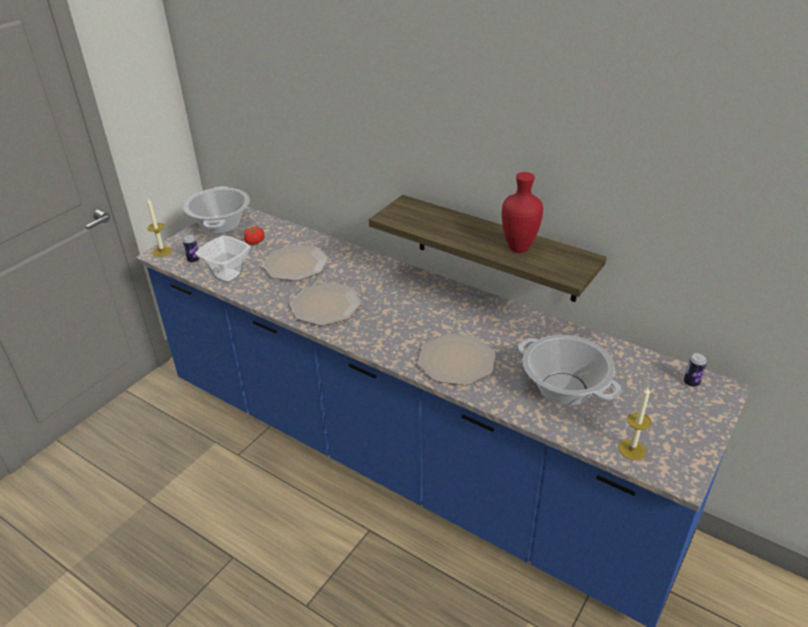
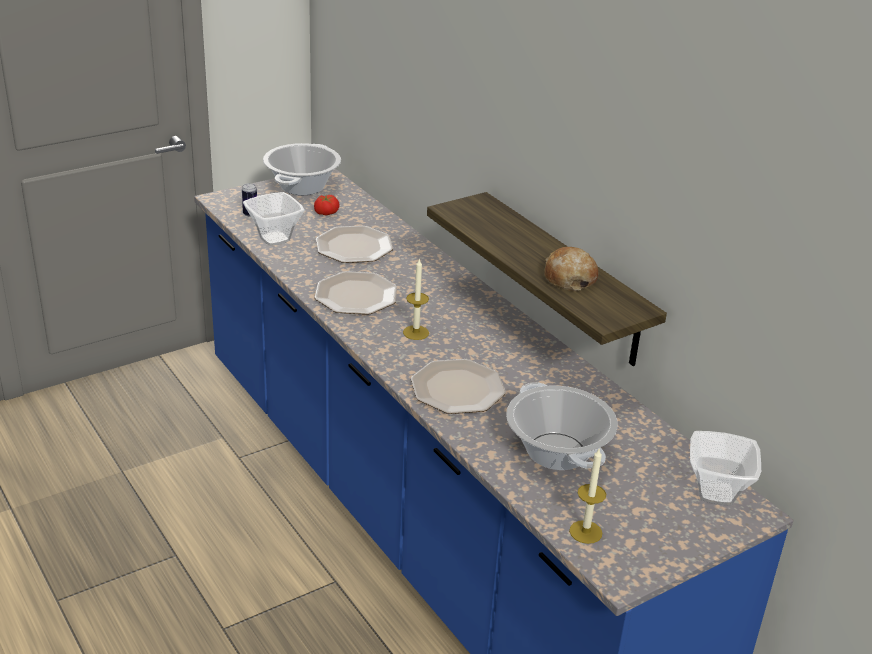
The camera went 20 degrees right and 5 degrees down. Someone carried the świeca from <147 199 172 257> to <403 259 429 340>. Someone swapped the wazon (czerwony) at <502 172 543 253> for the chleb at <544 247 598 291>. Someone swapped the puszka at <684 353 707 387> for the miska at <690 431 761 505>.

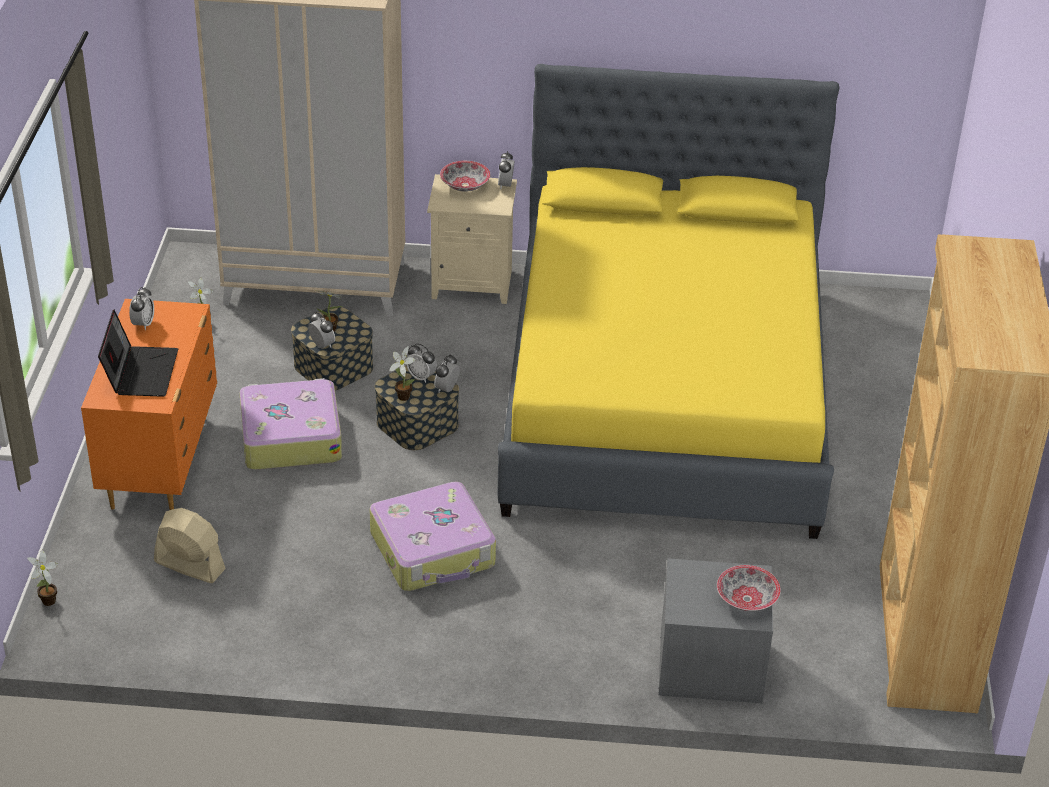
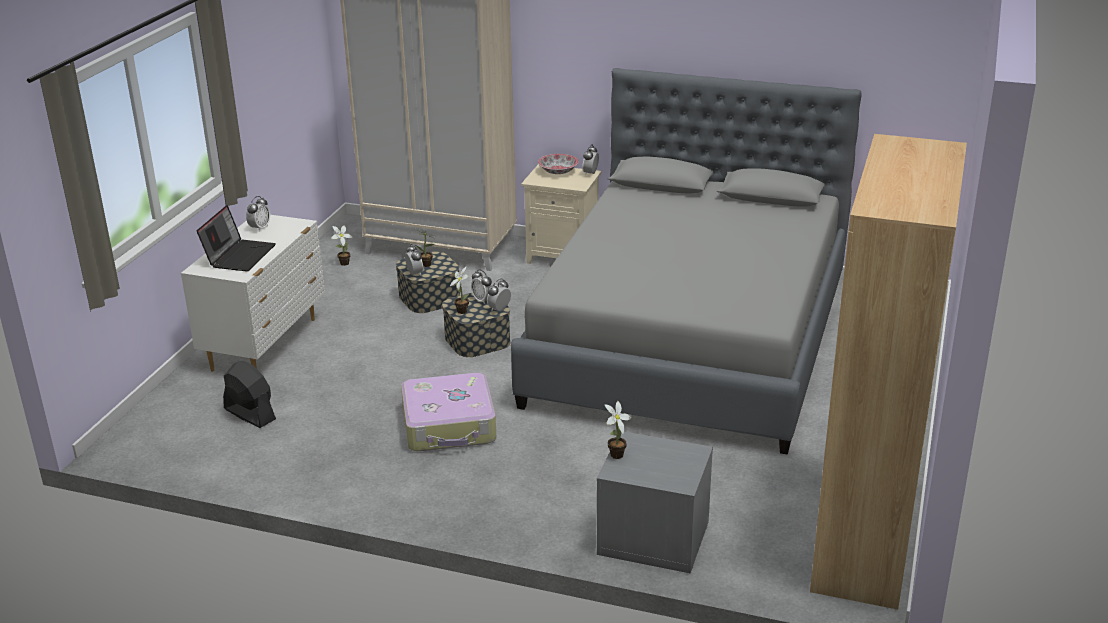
The camera went 15 degrees right and 10 degrees down. Someone carried the roślina doniczkowa from <27 550 58 606> to <605 401 631 459>. Someone repainted the komoda (pomarańczowy) at <81 299 217 510>, which became the komoda (biały) at <181 215 325 371>. Someone repainted the wentylator (beżowy) at <154 508 226 583>, which became the wentylator (czarny) at <223 361 276 428>. Someone took away the walizka at <240 378 342 470>. Someone repainted the łóżko (żółty) at <497 64 840 539>, which became the łóżko (szary) at <511 68 862 455>. Someone took away the miska at <717 565 781 611>.

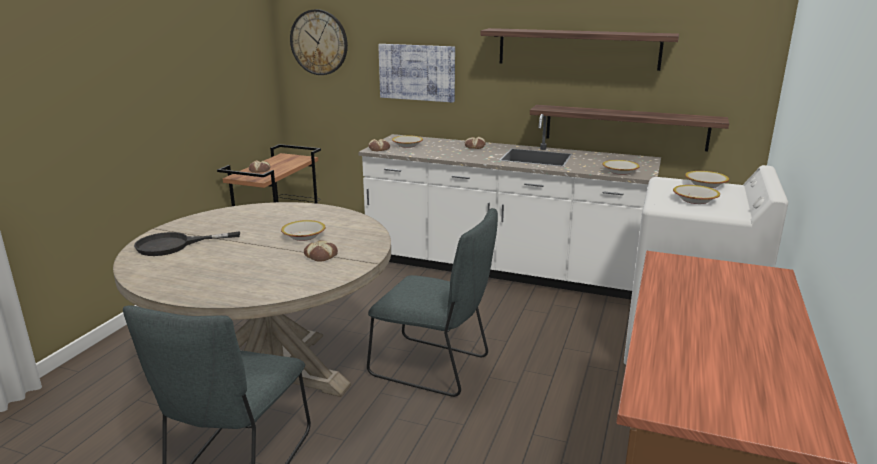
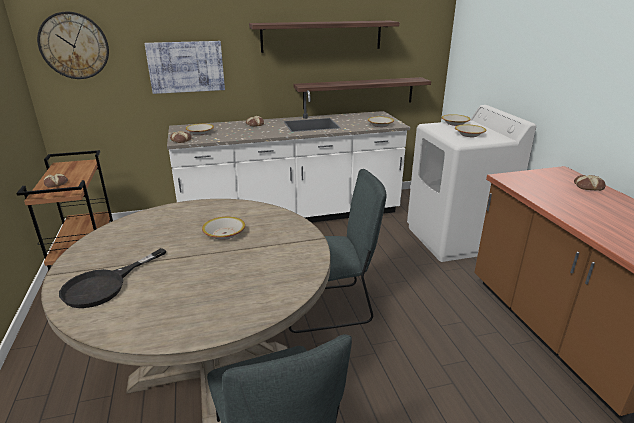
The camera went 35 degrees left and 5 degrees up. Someone carried the chleb from <304 240 338 262> to <574 175 606 191>.

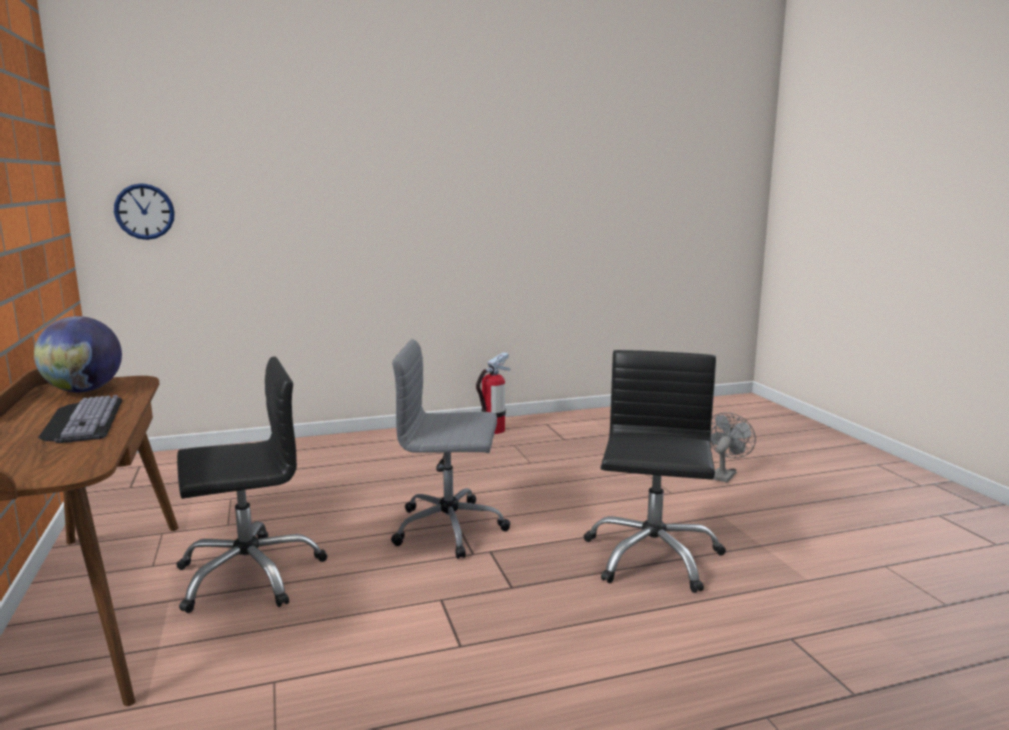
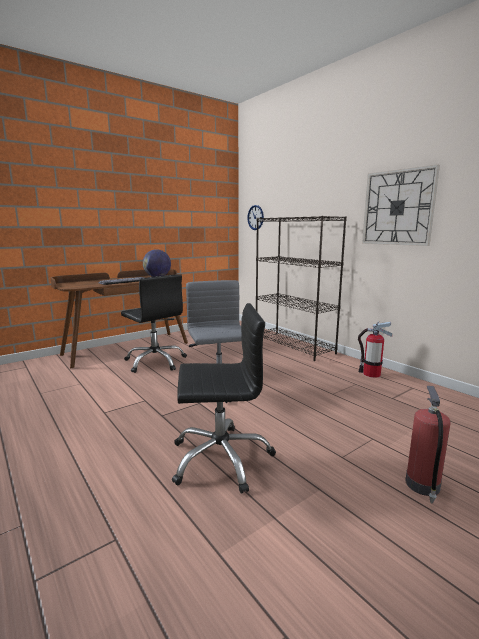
The camera went 70 degrees right and 0 degrees up. Someone swapped the wentylator (szary) at <711 412 756 483> for the gaśnica at <405 386 451 503>. Someone put down the regał (czarny) at <256 216 347 361>. Someone put up the zegar ścienny at <362 165 440 246>.

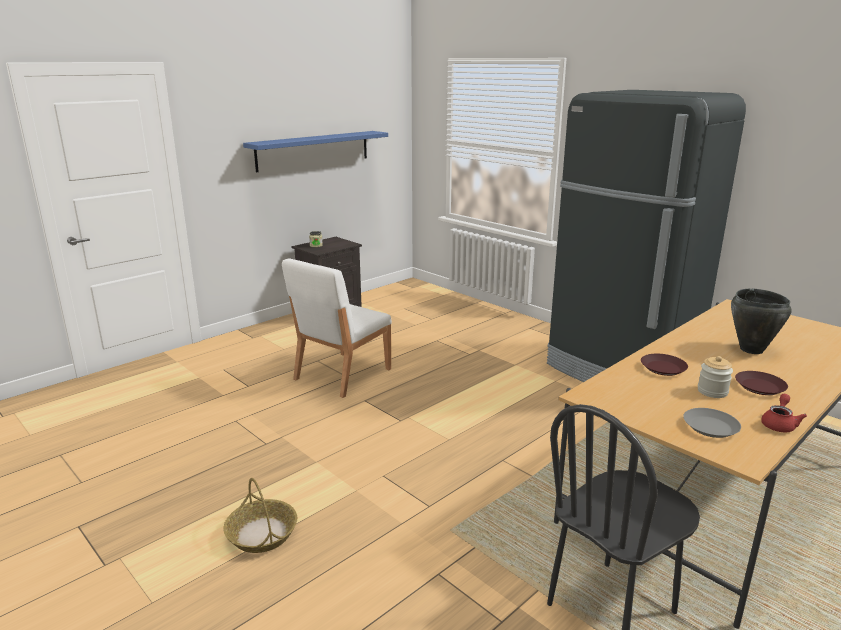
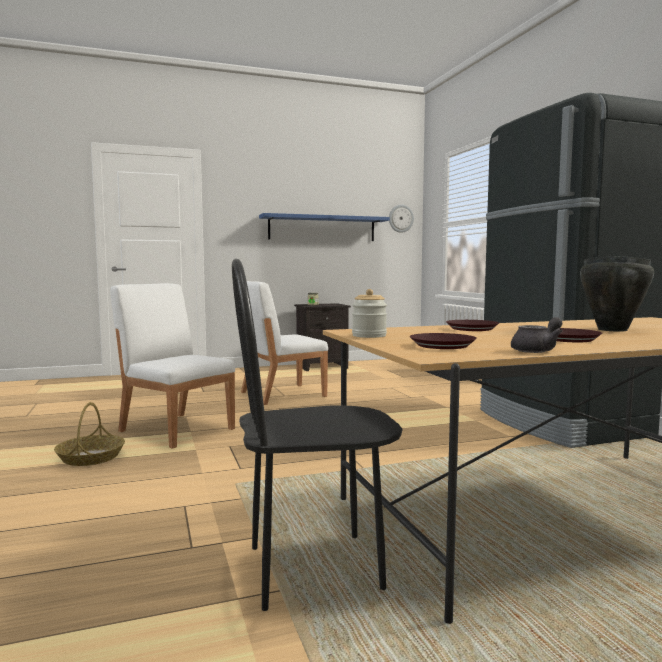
The camera went 25 degrees right and 15 degrees down. Someone repainted the talerz (szary) at <683 408 741 438>, which became the talerz (brązowy) at <410 333 477 349>. Someone carried the słoik from <698 356 733 398> to <352 289 387 338>. Someone repainted the imbryk (czerwony) at <761 394 807 432>, which became the imbryk (szary) at <511 317 563 353>. Someone put down the krzesło (biały) at <110 283 235 449>. Someone put up the zegar ścienny at <389 204 414 233>.

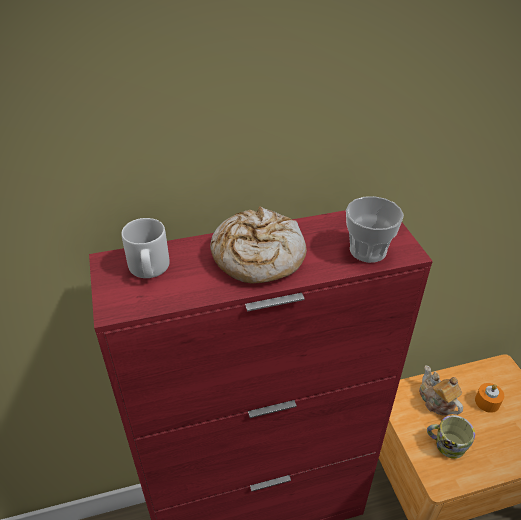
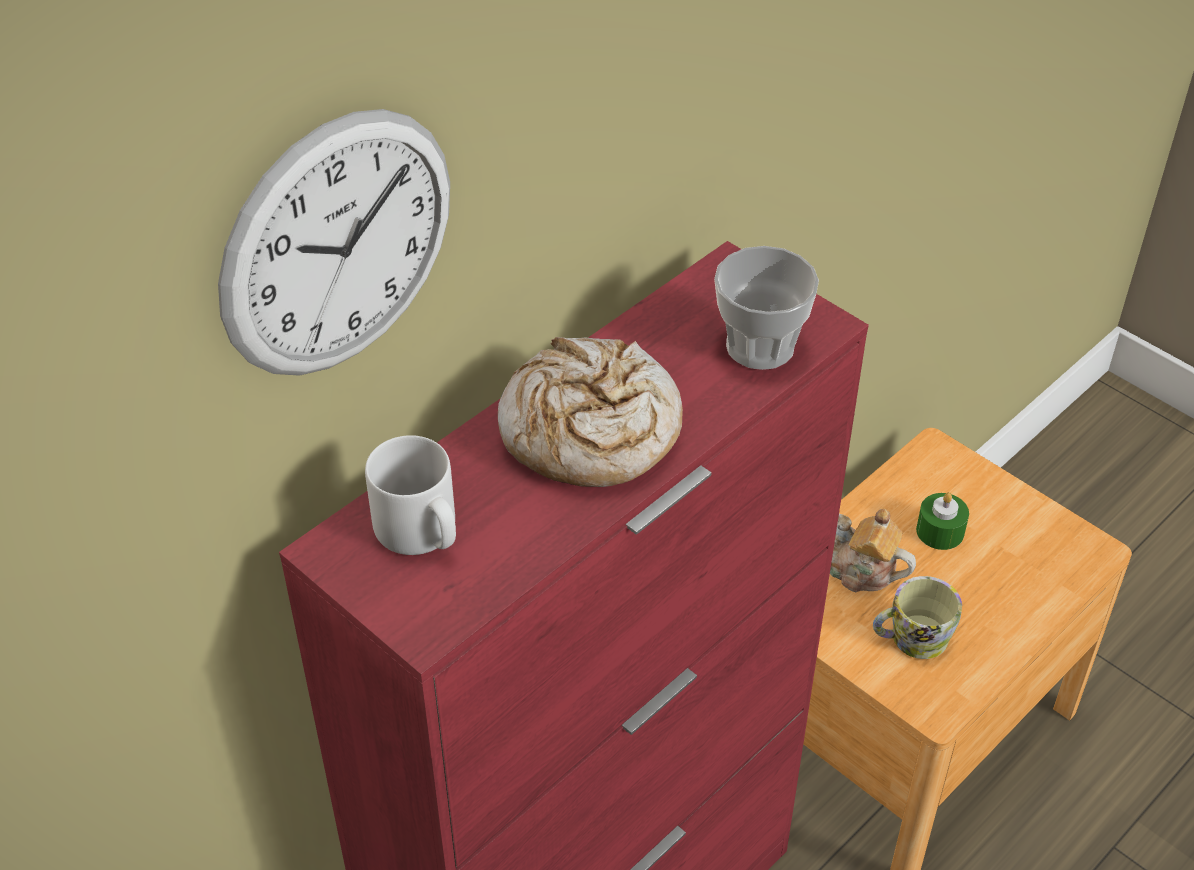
The camera went 30 degrees left and 5 degrees up. Someone repainted the świeca (pomarańczowy) at <475 383 504 413>, which became the świeca (zielony) at <916 492 969 550>. Someone put up the zegar ścienny at <218 109 450 376>.

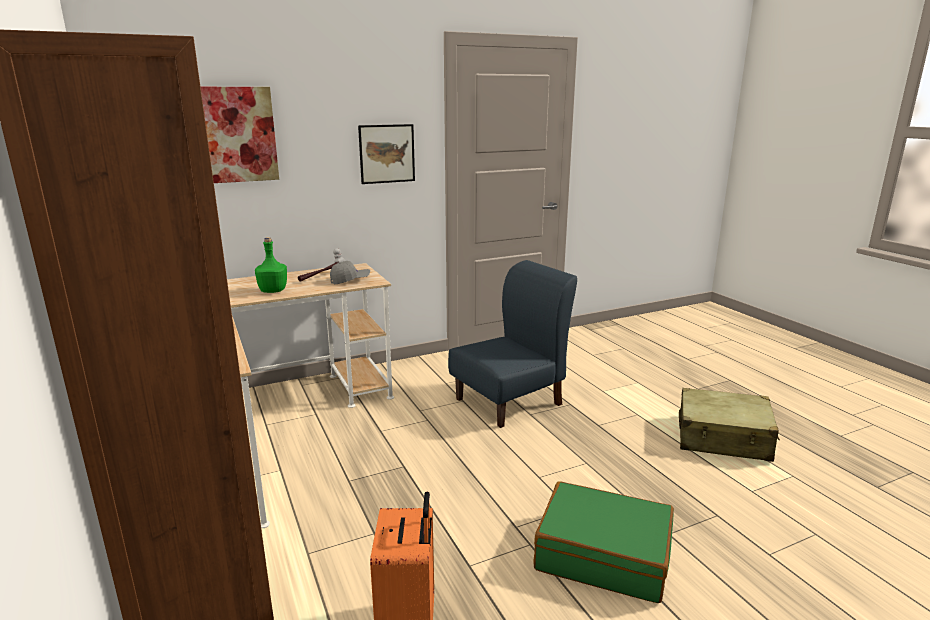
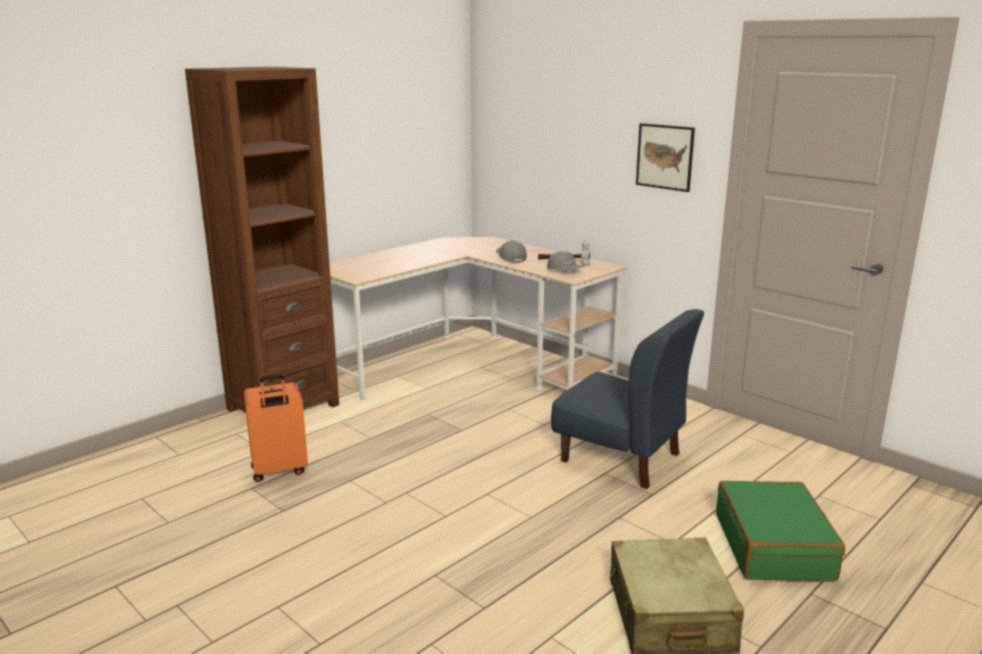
The camera went 70 degrees right and 0 degrees up. Someone took away the obraz at <201 87 279 183>. Someone swapped the butelka (zielony) at <255 237 287 293> for the czapka z daszkiem (szary) at <496 240 527 263>. Someone carried the walizka (zielony) from <534 481 674 603> to <716 481 845 582>.

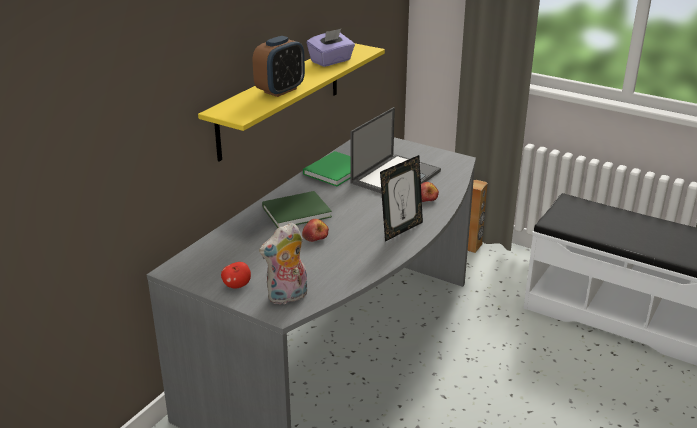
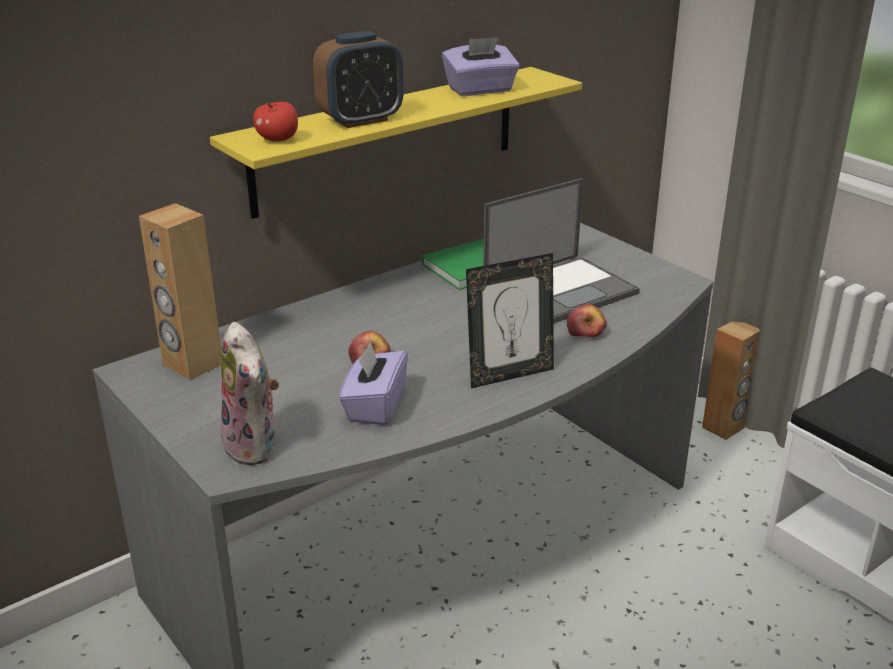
The camera went 20 degrees right and 0 degrees up. Someone carried the jabłko from <221 262 251 288> to <253 102 298 142>. Someone rotated the pluszak at <259 222 307 304> by 105 degrees counterclockwise. Someone took away the książka (zielony) at <262 191 332 228>. Someone put down the głośnik (brązowy) at <139 203 221 380>. Someone put down the pudełko chusteczek (fioletowy) at <339 341 408 425>.

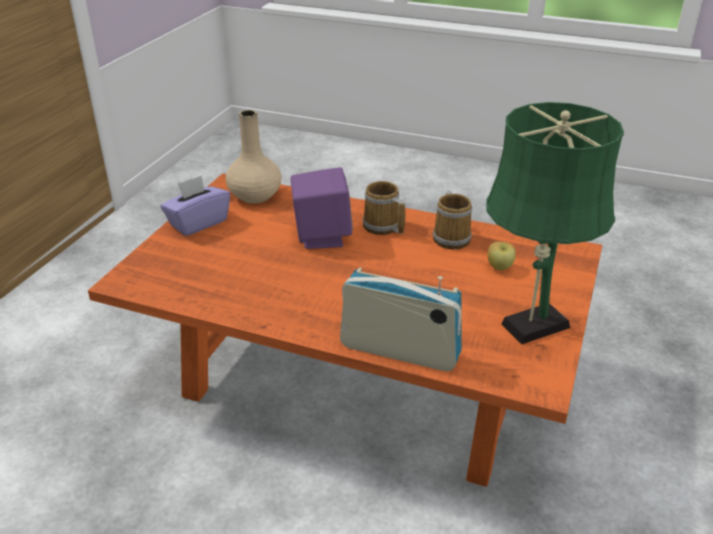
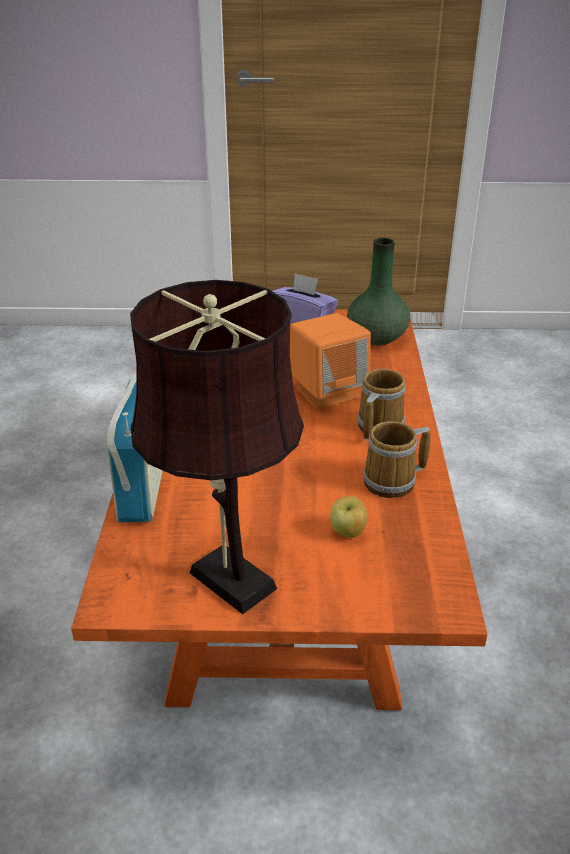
The camera went 70 degrees right and 0 degrees up. Someone repainted the wazon (beżowy) at <226 110 281 204>, which became the wazon (zielony) at <347 238 411 345>. Someone repainted the głośnik (fioletowy) at <290 167 353 249>, which became the głośnik (pomarańczowy) at <290 313 371 409>. Someone repainted the lampa stołowa (zielony) at <487 102 624 344>, which became the lampa stołowa (brązowy) at <130 280 304 614>.

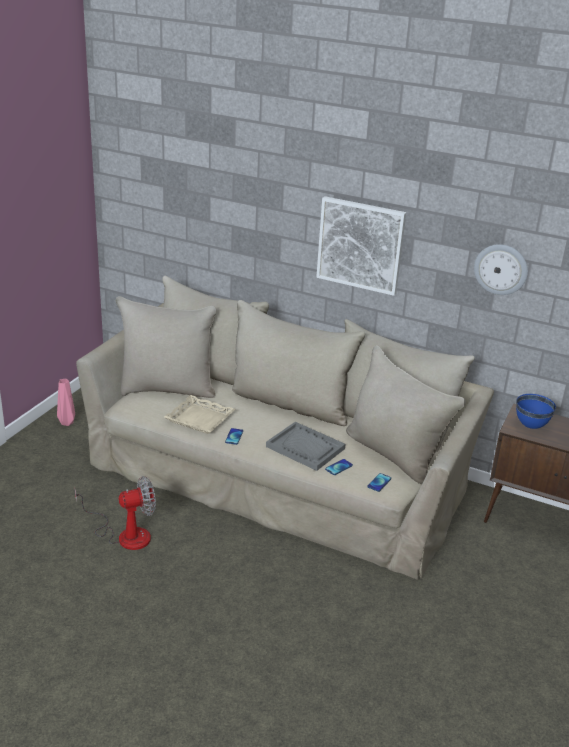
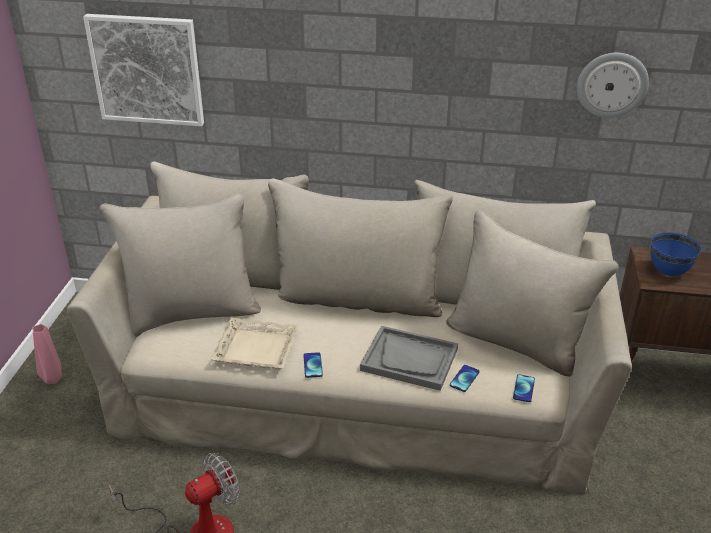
The camera went 15 degrees left and 5 degrees up. Someone carried the obraz from <316 196 406 296> to <83 14 204 126>.

